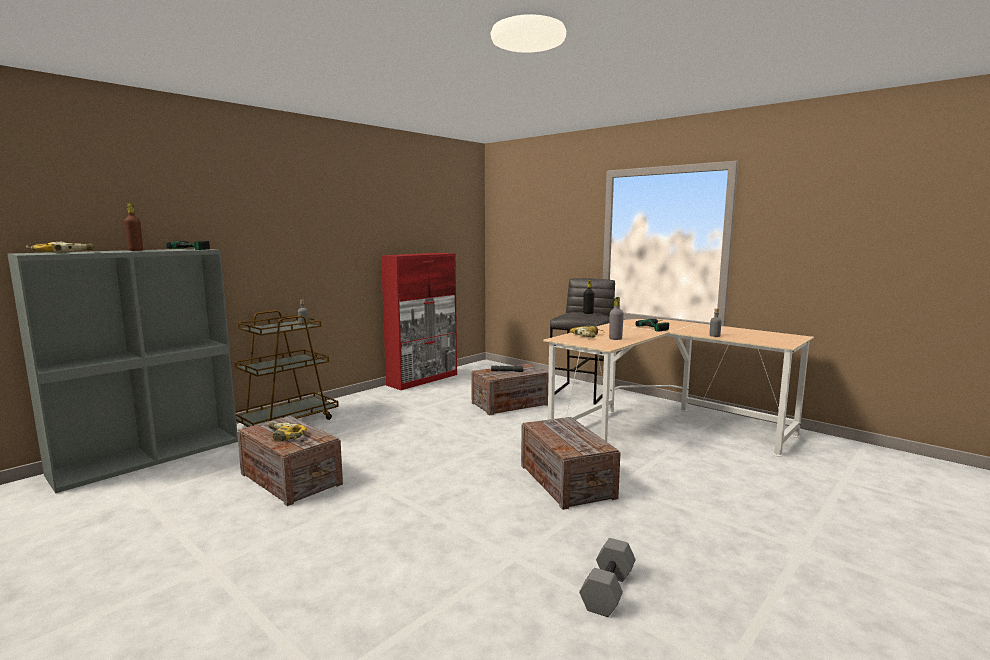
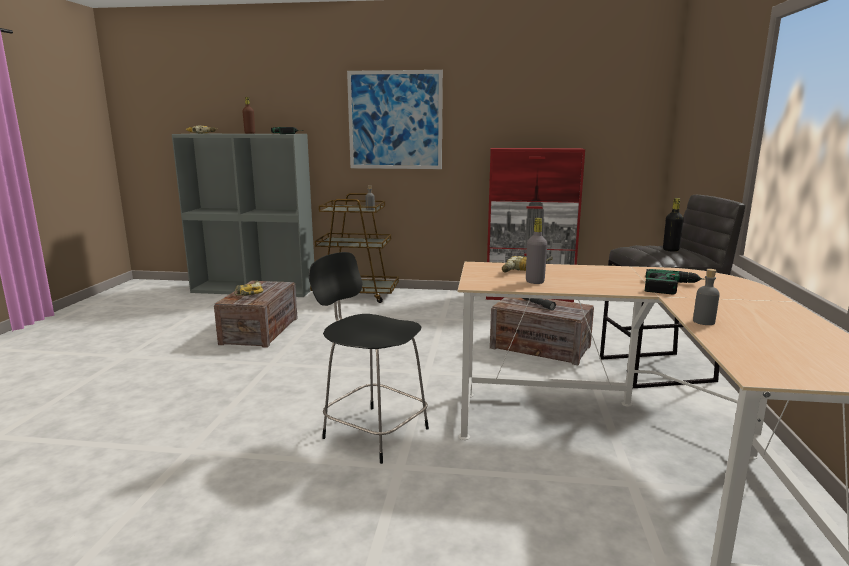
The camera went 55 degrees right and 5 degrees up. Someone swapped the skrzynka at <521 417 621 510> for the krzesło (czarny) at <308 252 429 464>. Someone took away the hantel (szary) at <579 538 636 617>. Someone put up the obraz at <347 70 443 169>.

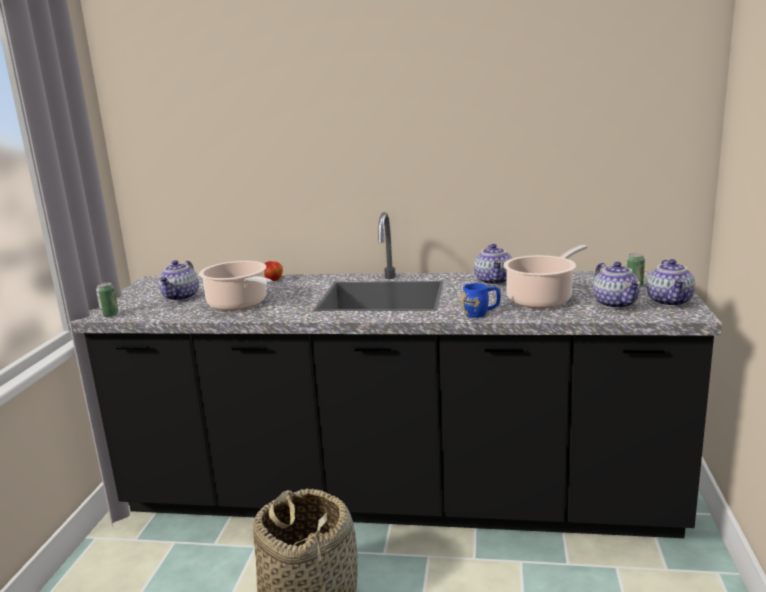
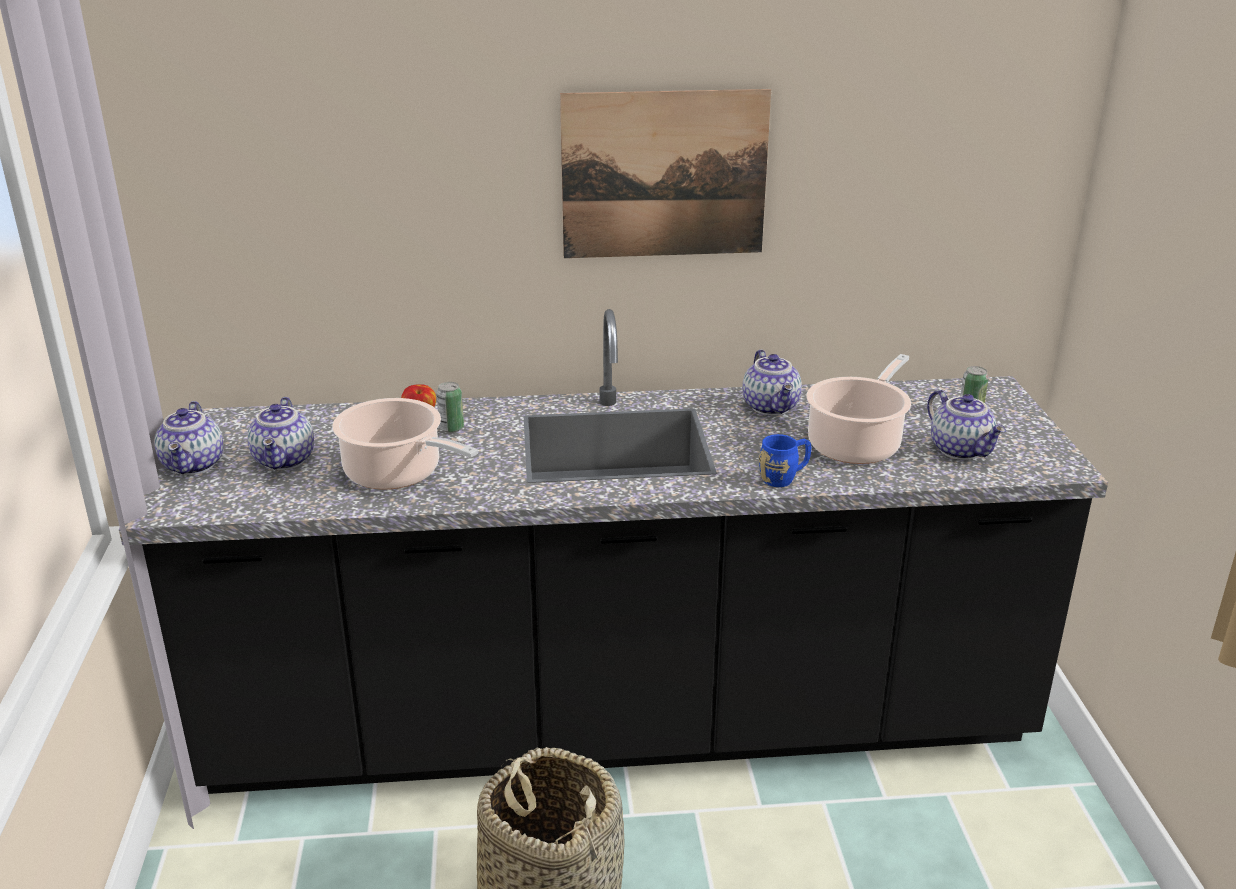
The camera went 15 degrees left and 10 degrees up. Someone carried the puszka from <96 283 119 317> to <436 382 464 433>. Someone carried the imbryk from <647 259 695 307> to <154 401 223 475>. Someone put up the obraz at <560 89 771 258>.

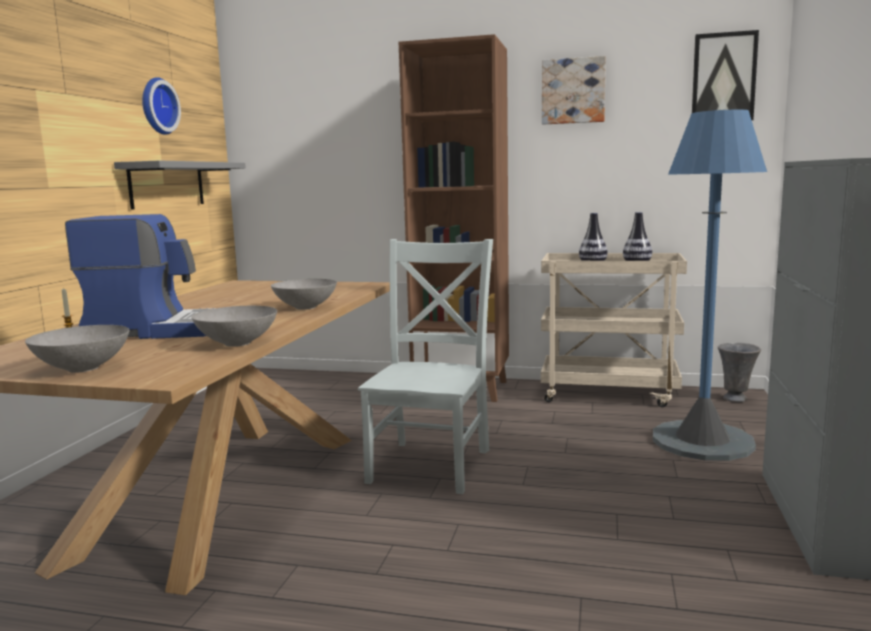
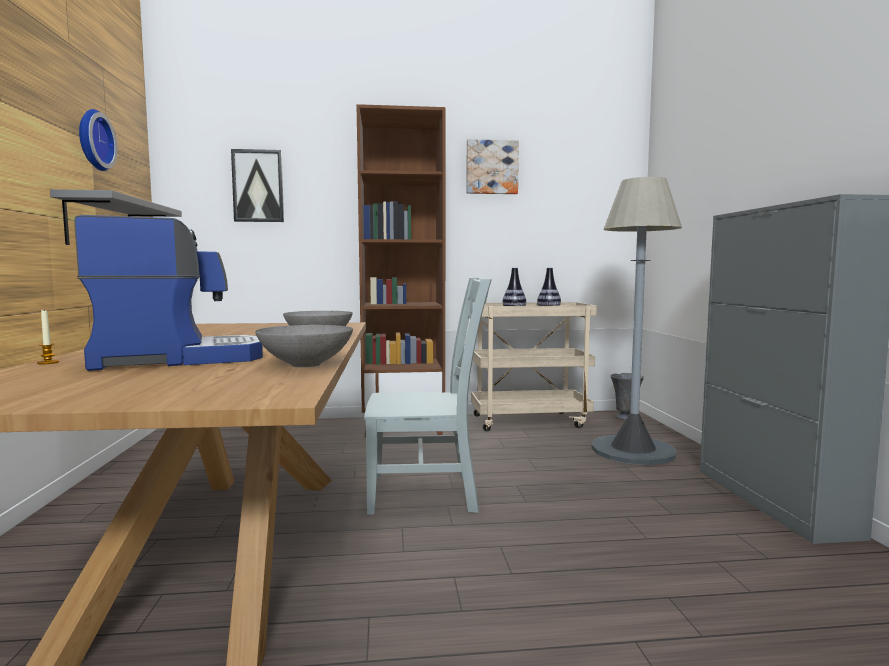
The camera went 20 degrees left and 5 degrees down. Someone took away the miska (szary) at <25 325 129 373>. Someone rotated the krzesło (szary) at <358 239 493 494> by 90 degrees clockwise. Someone repainted the lampa stojąca (niebieski) at <653 109 767 461>, which became the lampa stojąca (szary) at <591 177 682 465>. Someone carried the obraz from <692 30 759 120> to <231 149 284 222>.

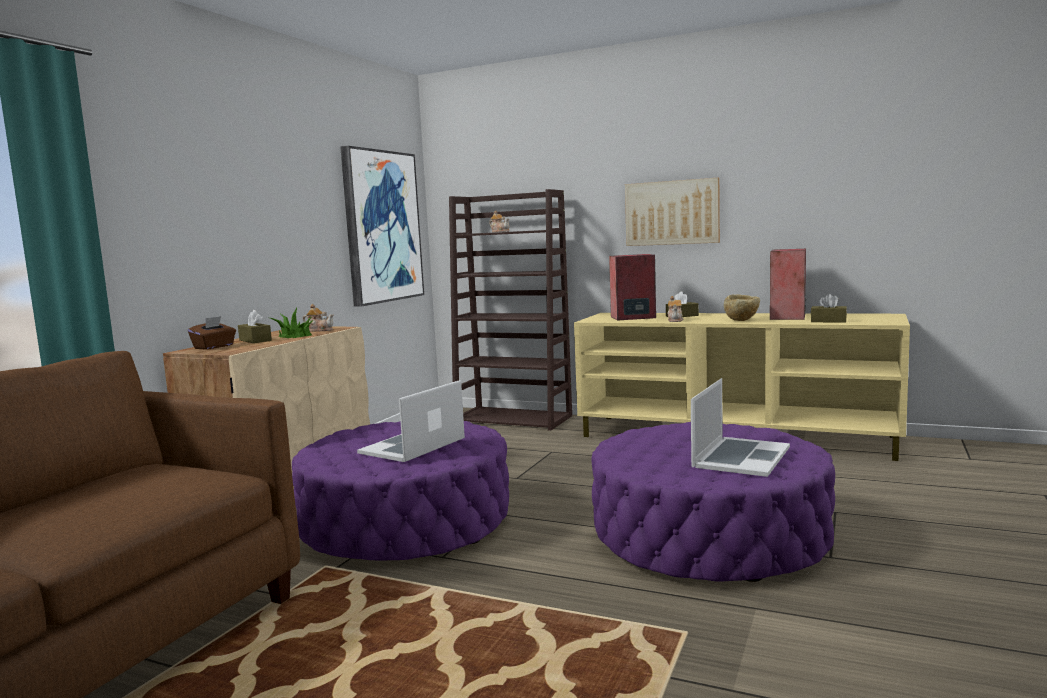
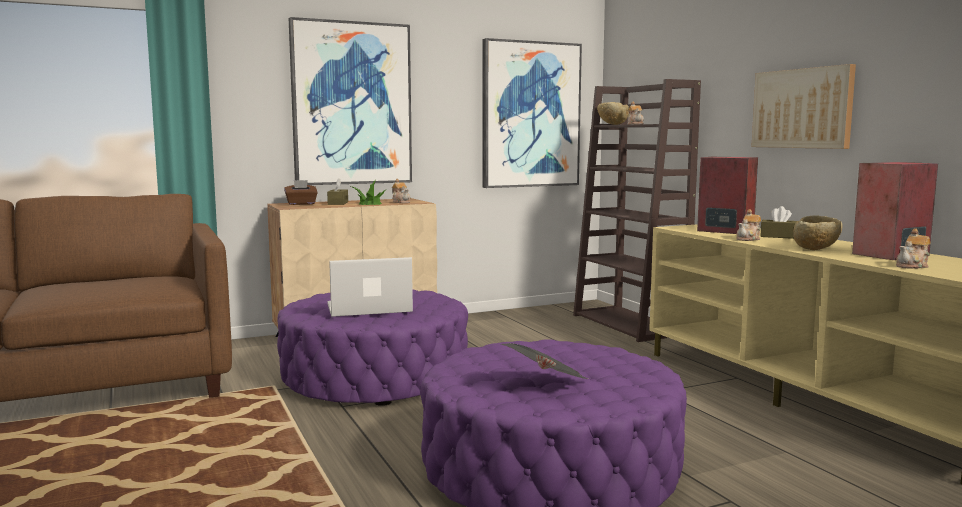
The camera went 40 degrees right and 0 degrees up. Someone swapped the laptop at <691 378 790 477> for the gazeta at <501 343 589 379>. Someone swapped the pudełko chusteczek (brązowy) at <811 294 847 322> for the imbryk at <896 228 931 269>. Someone put up the obraz at <289 17 412 185>. Someone put down the miska (beżowy) at <597 102 629 125>.

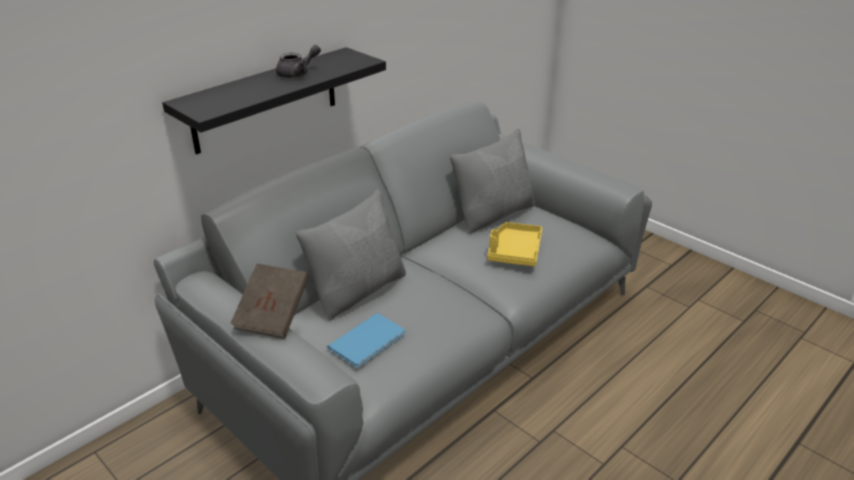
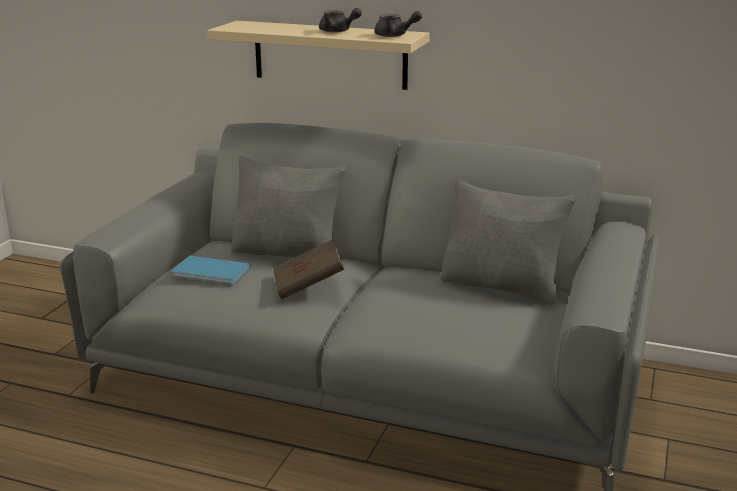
The camera went 65 degrees right and 10 degrees down. Someone repainted the półka (czarny) at <162 47 386 154>, which became the półka (beżowy) at <207 21 430 90>. Someone carried the książka (brązowy) from <230 263 309 339> to <273 239 344 299>. Someone took away the taca (żółty) at <487 222 542 266>. Someone put down the imbryk (szary) at <374 11 422 37>.

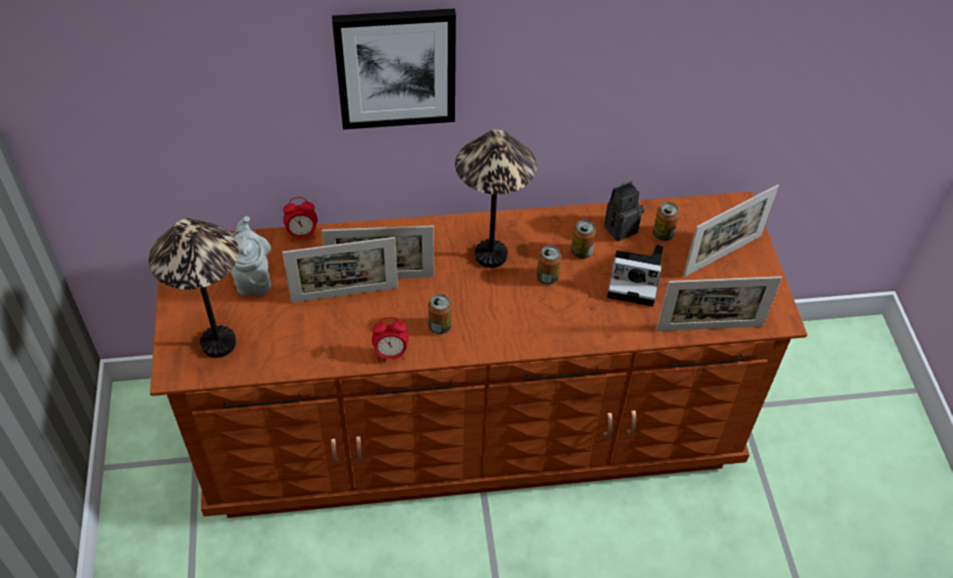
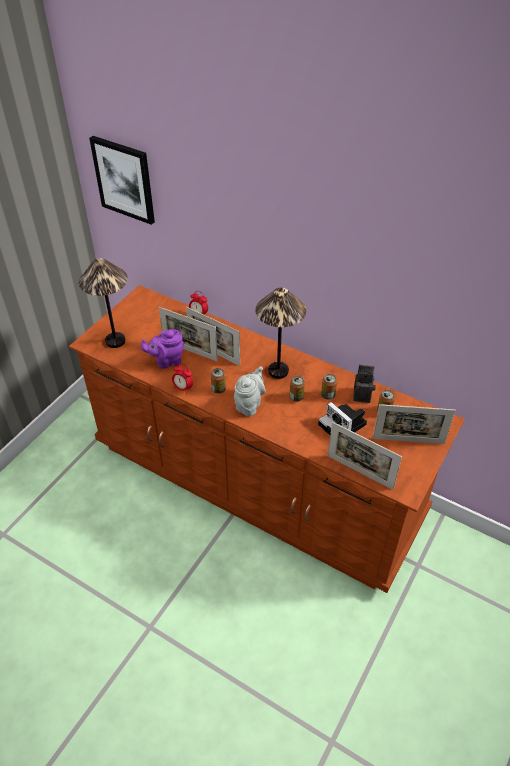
The camera went 40 degrees right and 5 degrees down. Someone carried the imbryk (szary) from <231 216 271 296> to <234 367 266 416>. Someone carried the obraz from <332 9 456 130> to <89 136 155 225>. Someone put down the imbryk (fioletowy) at <141 329 184 368>.

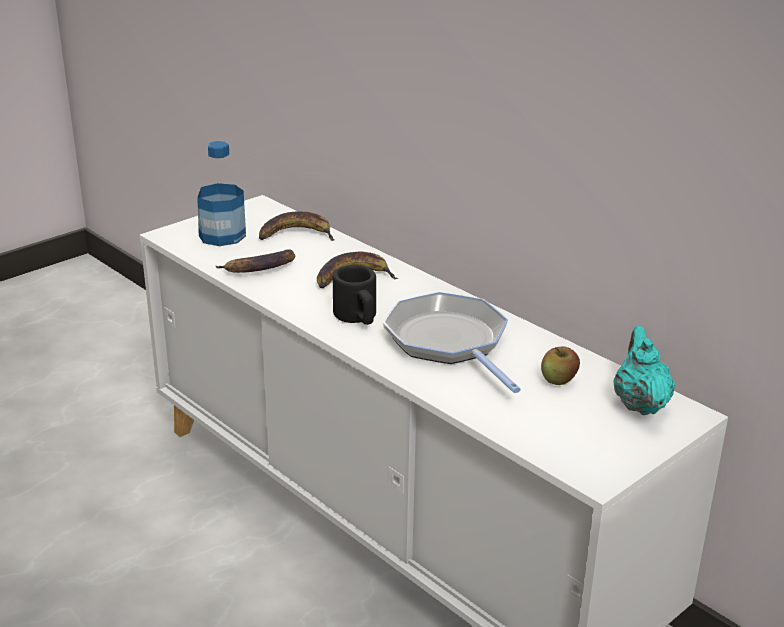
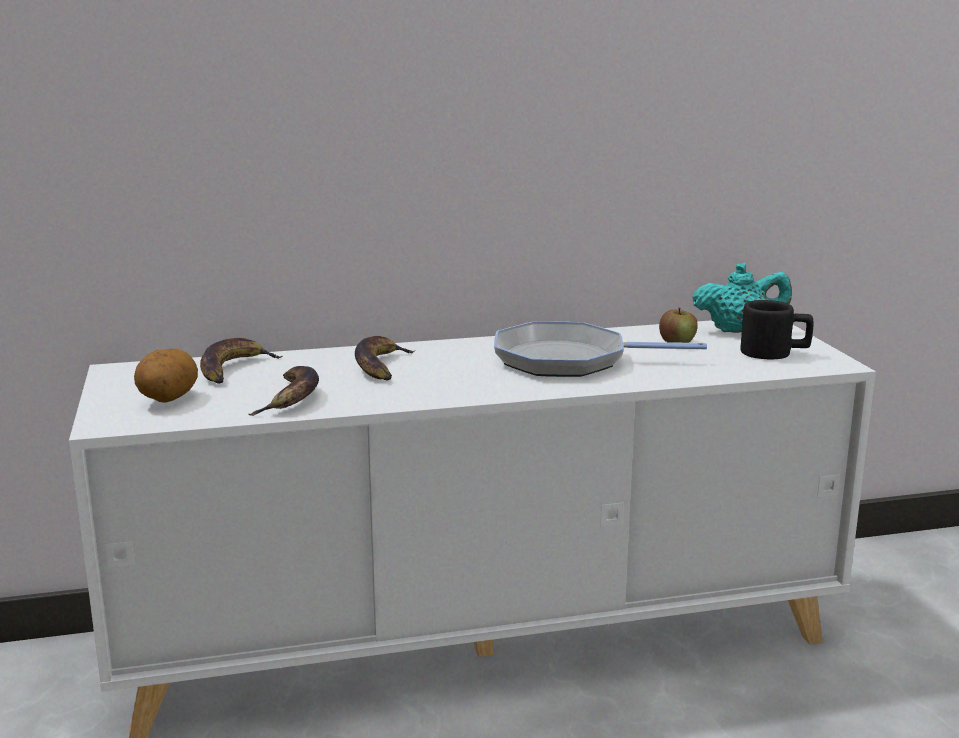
The camera went 60 degrees left and 10 degrees down. Someone swapped the butelka at <197 141 246 246> for the ziemniak at <134 349 198 403>. Someone carried the kubek (czarny) from <333 265 376 325> to <740 300 813 359>. Someone rotated the imbryk (turkusowy) at <613 326 676 415> by 150 degrees clockwise.

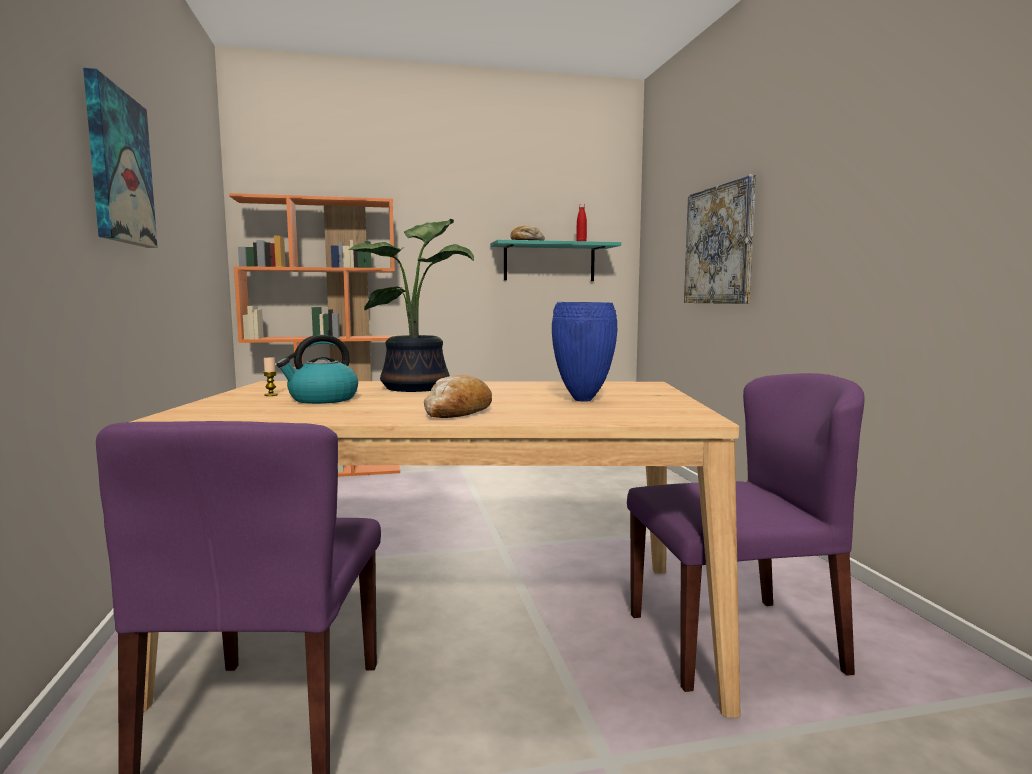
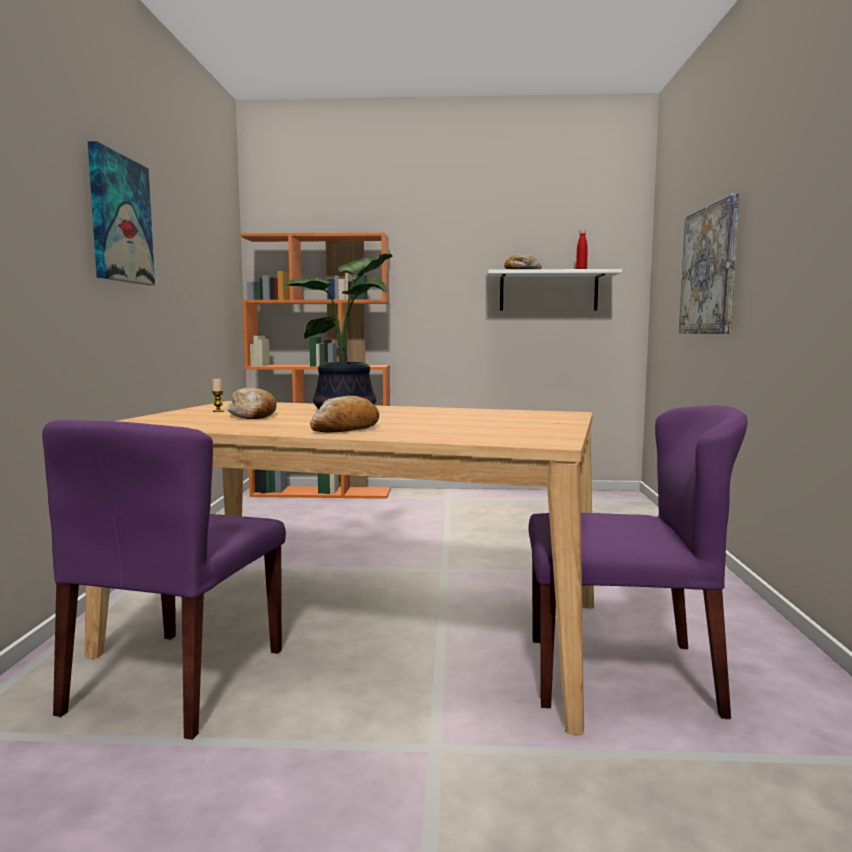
The camera went 15 degrees right and 0 degrees up. Someone swapped the czajnik at <276 335 358 404> for the chleb at <227 387 277 419>. Someone repainted the półka (turkusowy) at <490 240 621 281>, which became the półka (biały) at <486 269 622 311>. Someone took away the wazon (niebieski) at <552 302 617 402>.

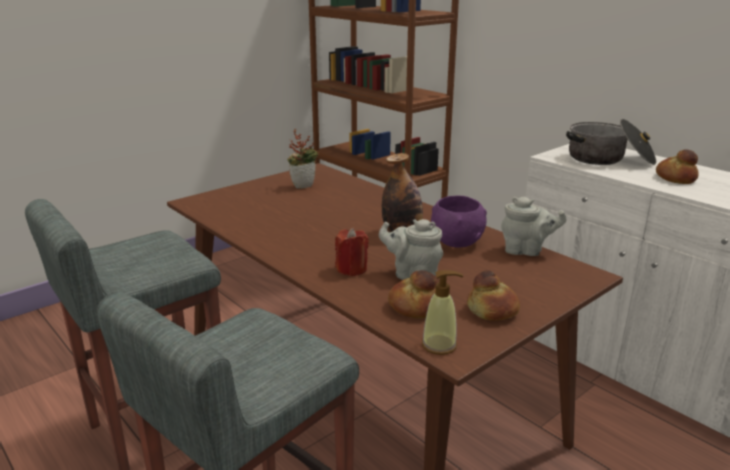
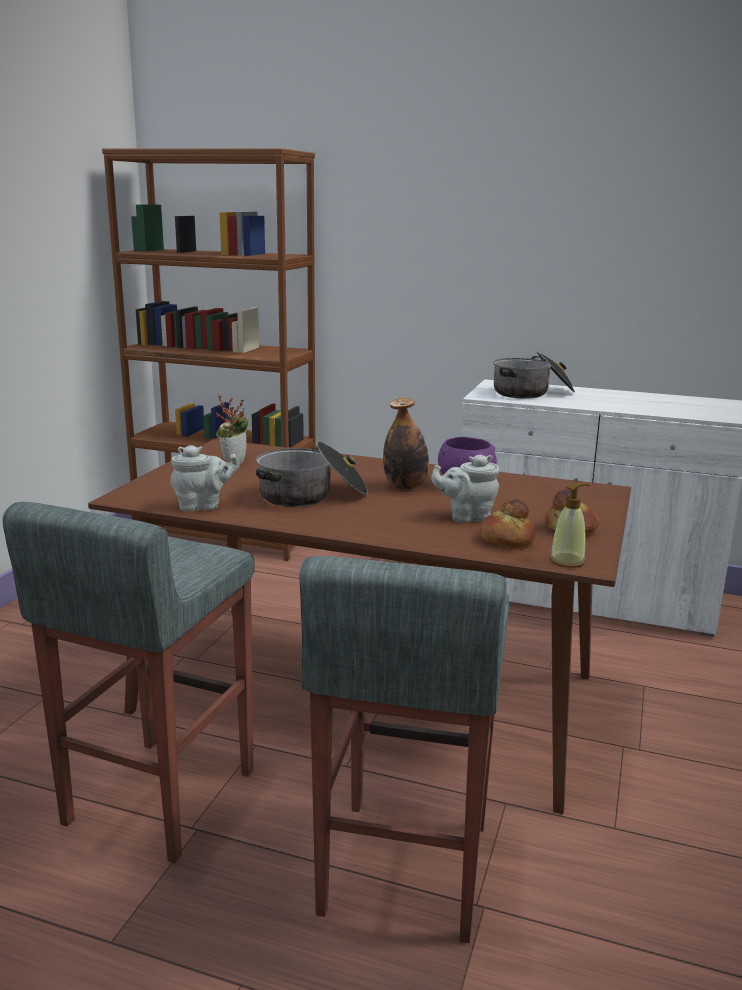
The camera went 30 degrees left and 5 degrees down. Someone took away the świeca (czerwony) at <335 228 369 276>. Someone carried the imbryk (szary) from <501 197 567 256> to <170 445 240 512>. Someone took away the chleb at <656 149 699 184>. Someone put down the garnek at <256 441 368 507>.

